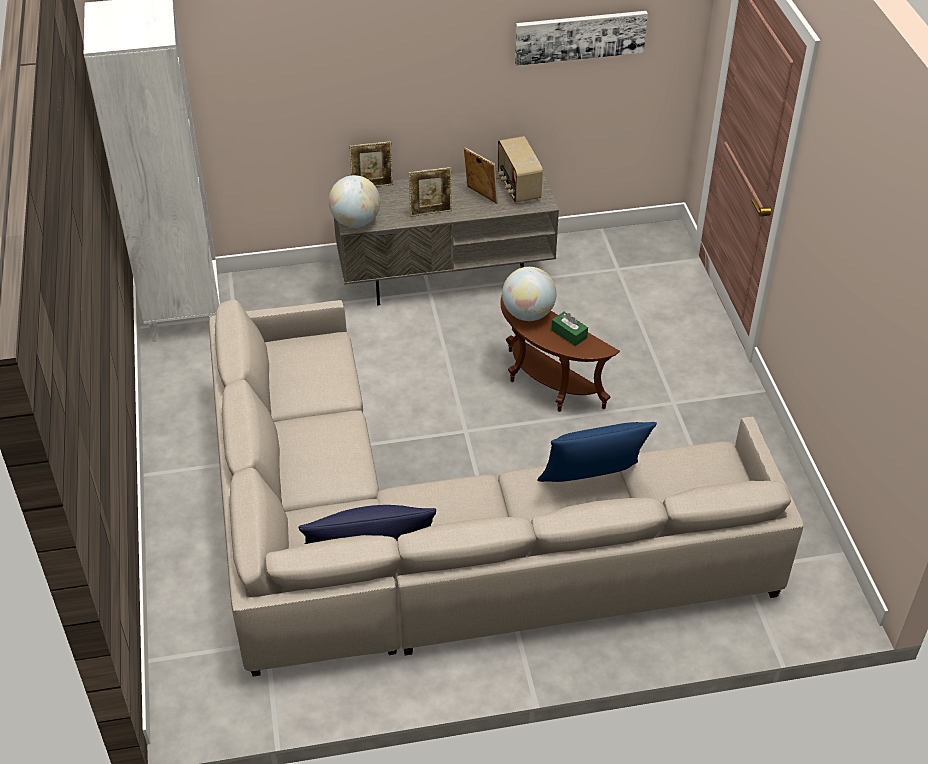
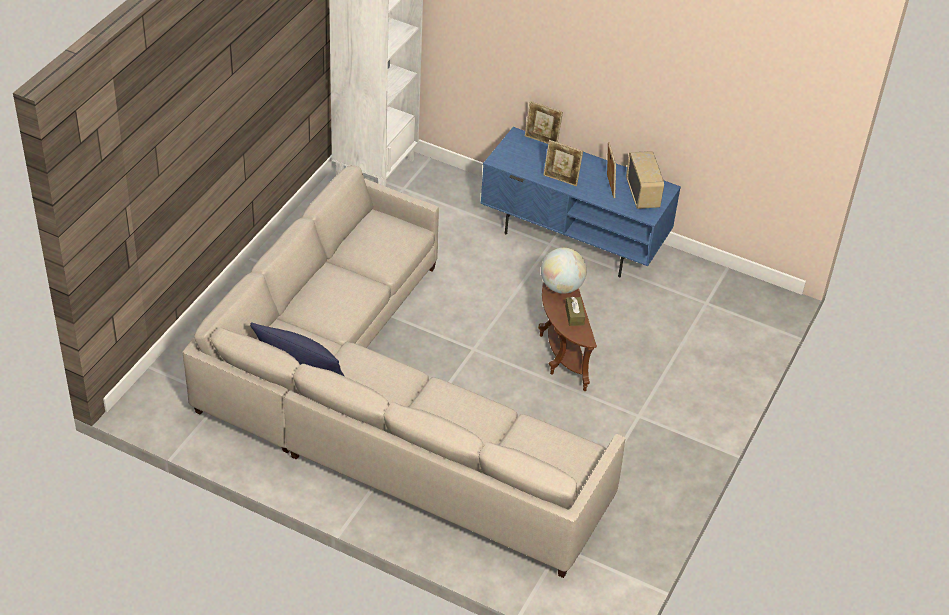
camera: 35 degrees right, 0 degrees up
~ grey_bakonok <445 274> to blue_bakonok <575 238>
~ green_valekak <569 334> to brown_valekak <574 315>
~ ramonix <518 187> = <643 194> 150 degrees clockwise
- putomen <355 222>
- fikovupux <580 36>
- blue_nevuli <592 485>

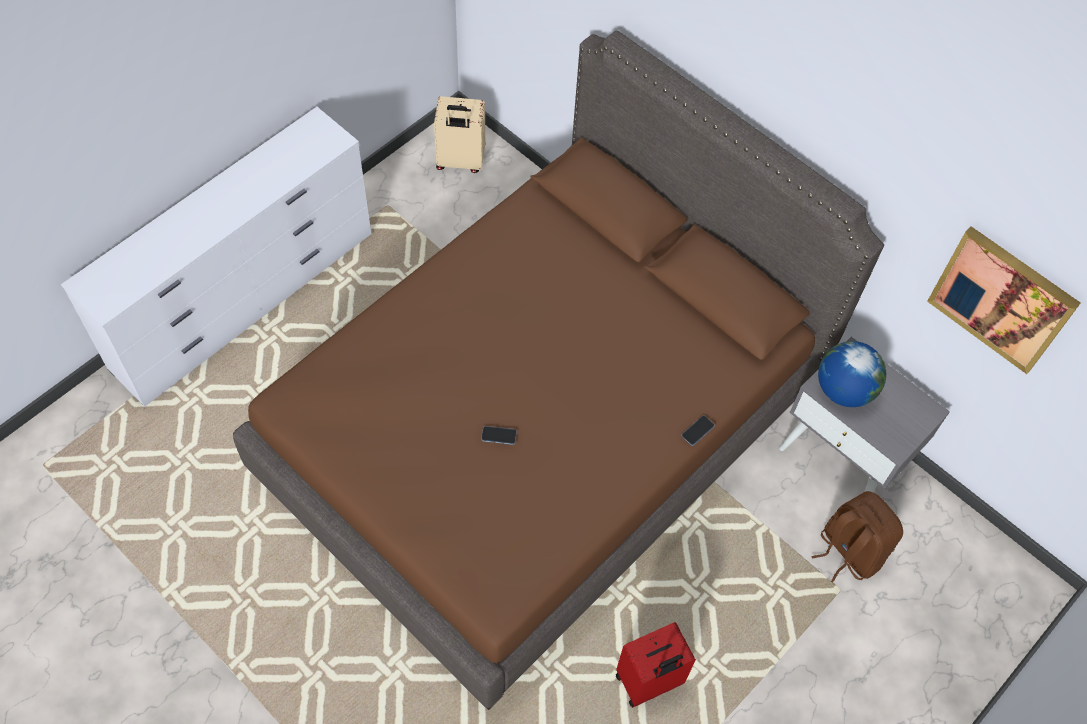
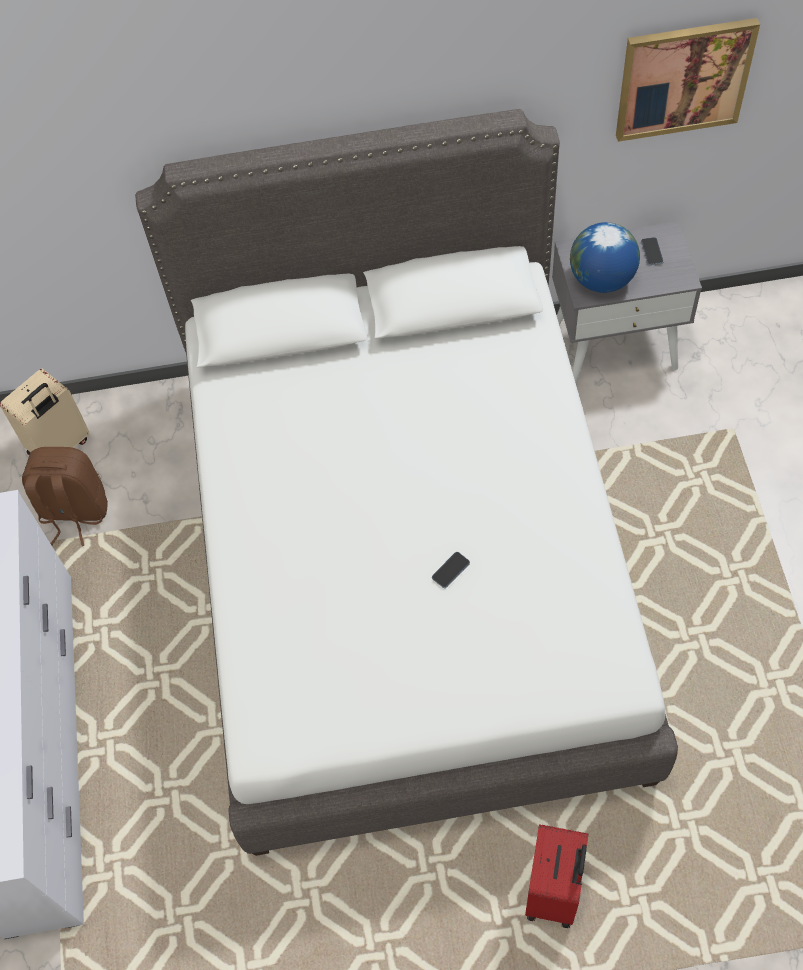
camera: 45 degrees left, 0 degrees up
~ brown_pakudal <848 551> to <74 512>
~ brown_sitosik <539 431> to white_sitosik <408 564>
~ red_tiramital <649 682> to <555 891>
~ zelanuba <697 431> to <651 252>

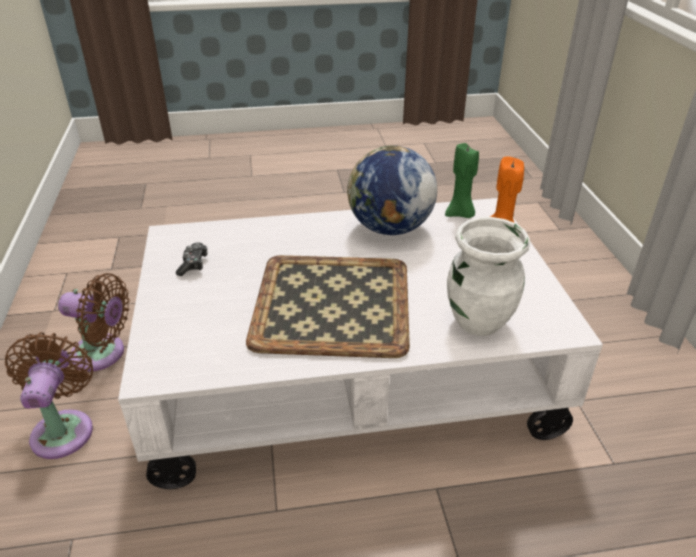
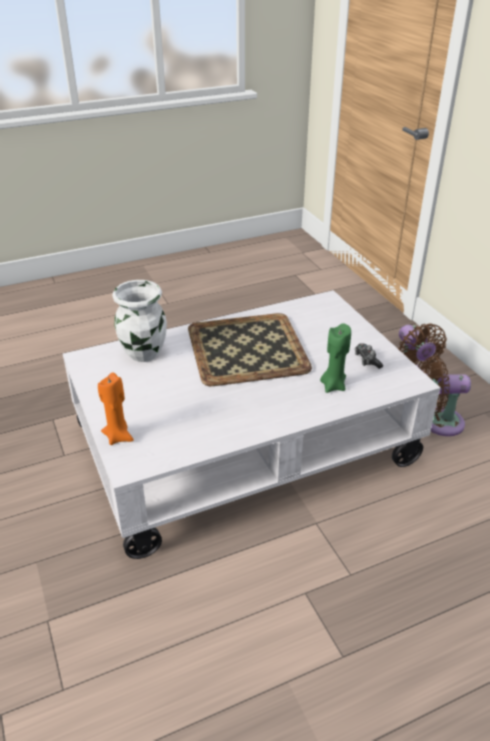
camera: 165 degrees right, 0 degrees up
~ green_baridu <460 214> to <333 386>
- putomen <389 228>

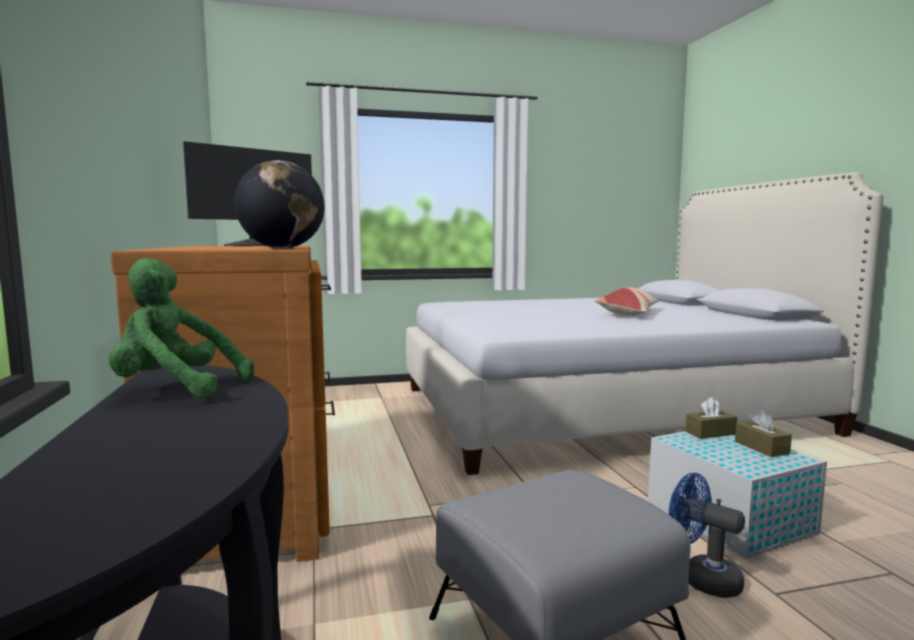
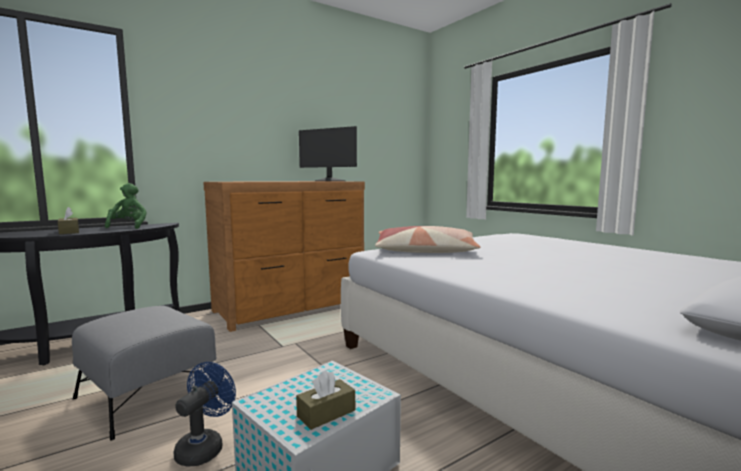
camera: 70 degrees right, 0 degrees up
~ brown_valekak <710 433> to <69 232>
~ nevuli <628 313> to <426 251>
- putomen <282 248>

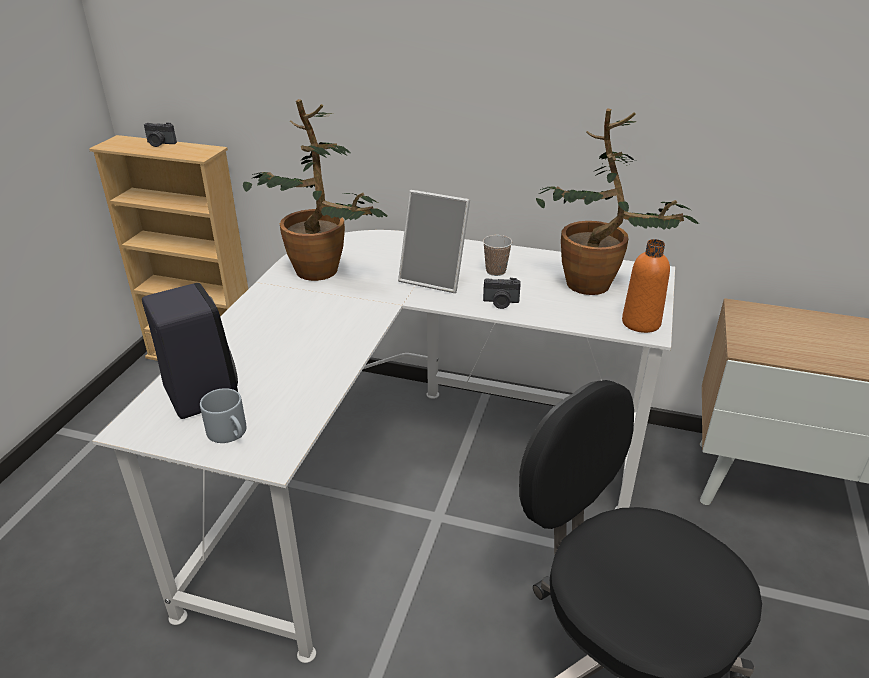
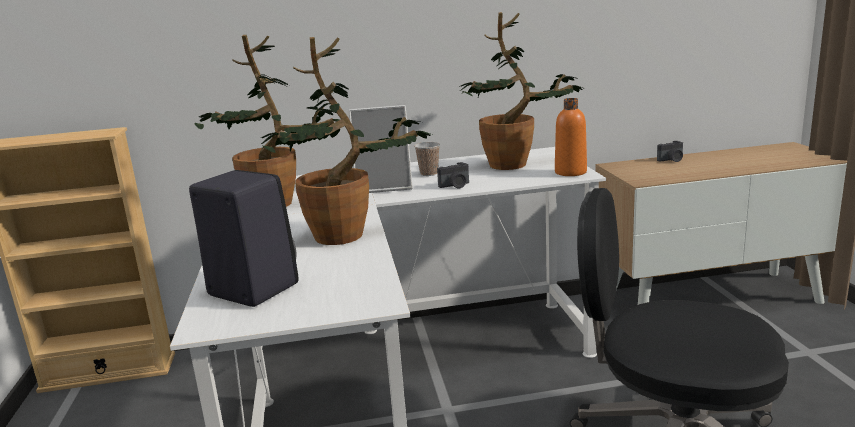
camera: 25 degrees left, 15 degrees down
+ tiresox <352 235>
~ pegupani <160 144> to <672 160>
- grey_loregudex <231 433>

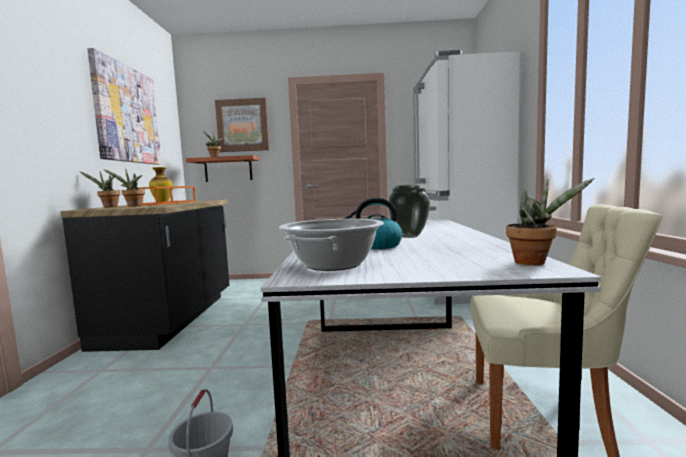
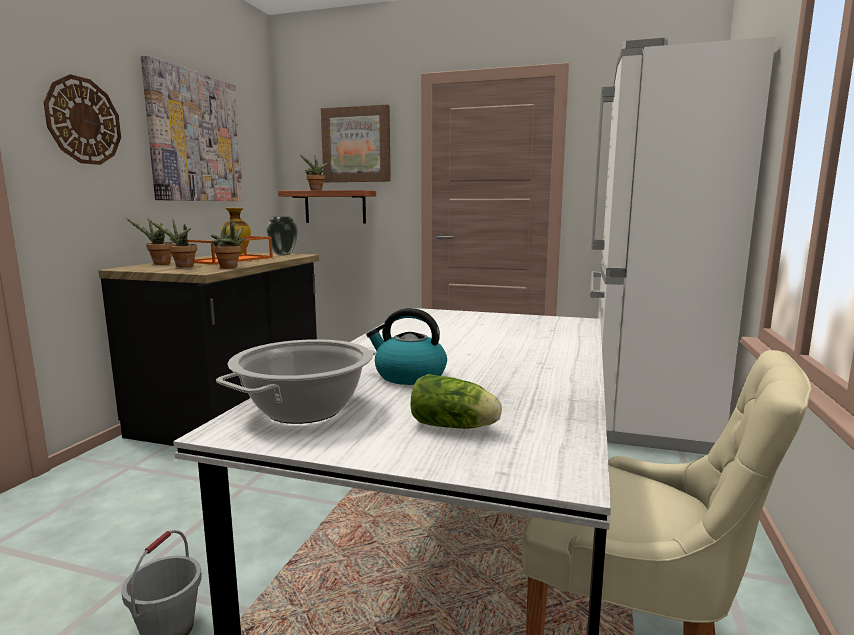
camera: 15 degrees right, 5 degrees up
+ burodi <83 121>
~ tiresox <534 262> to <230 267>
~ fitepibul <409 236> to <283 254>
+ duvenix <455 427>

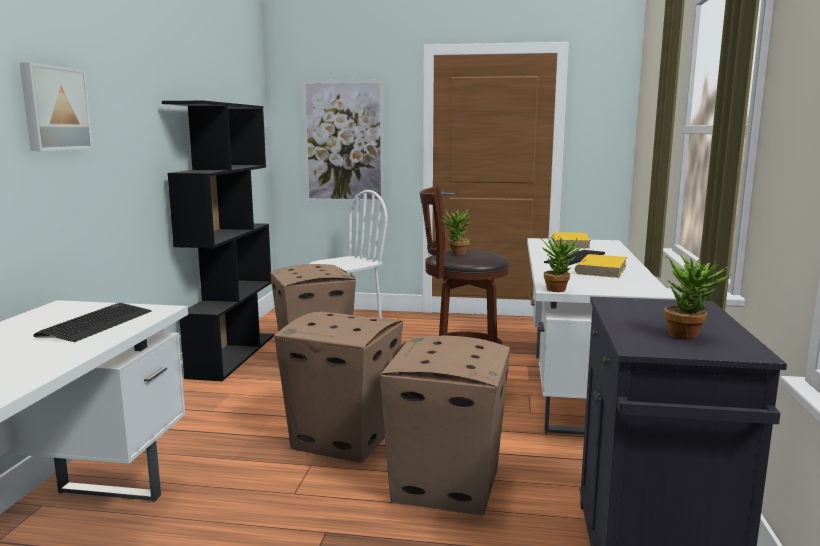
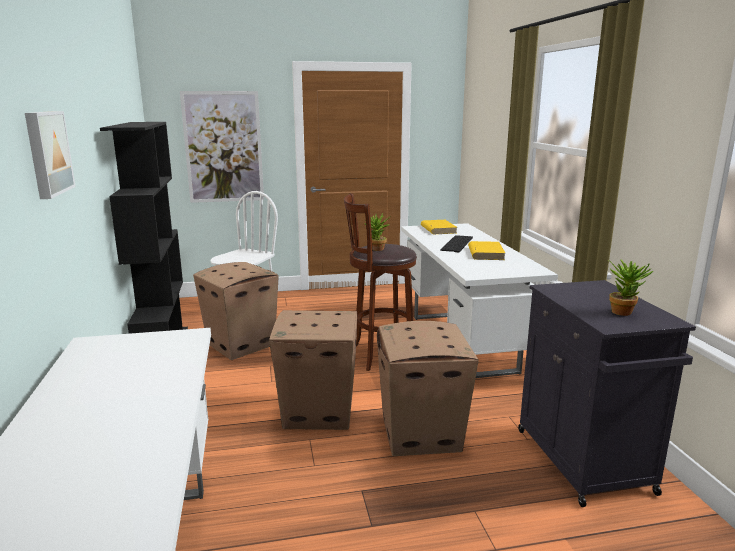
camera: 20 degrees left, 5 degrees up
- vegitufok <96 324>
- tiresox <558 289>

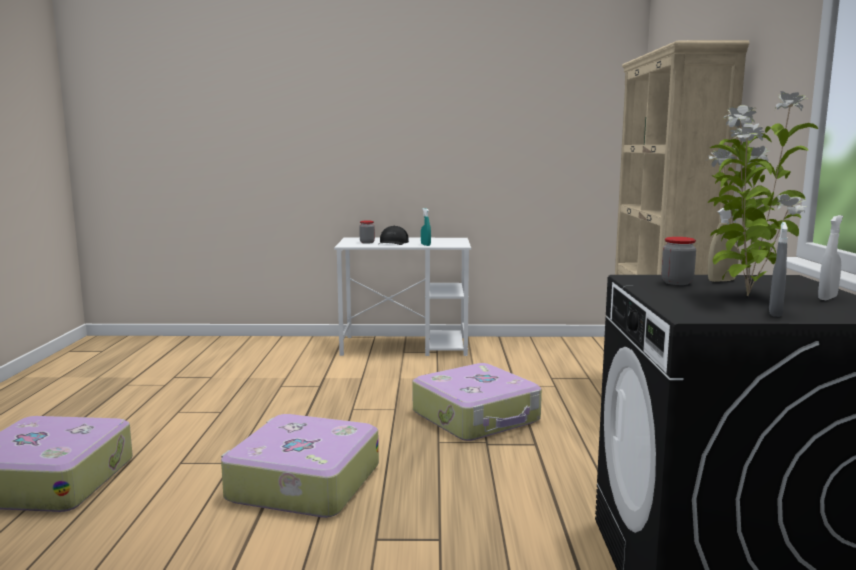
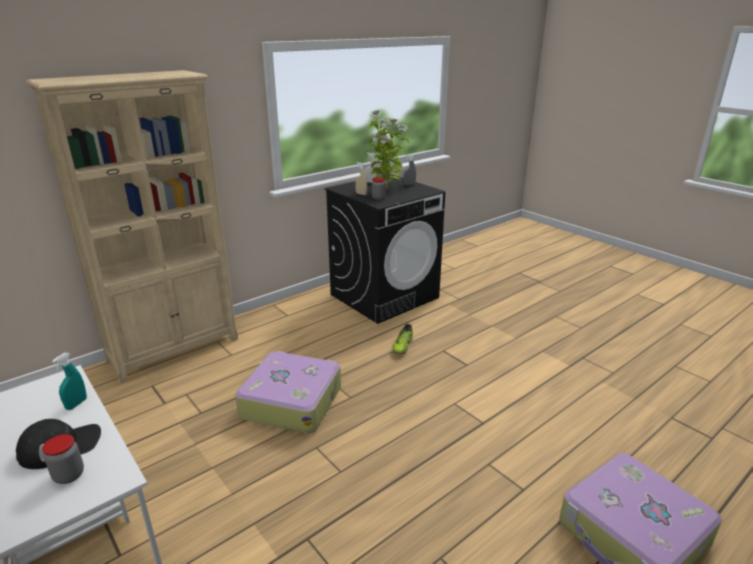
camera: 130 degrees left, 15 degrees up
+ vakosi <402 346>
- tiramital <302 483>

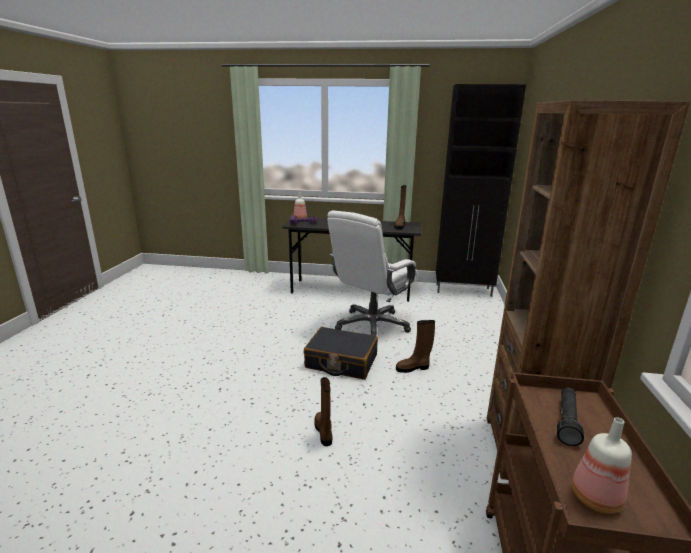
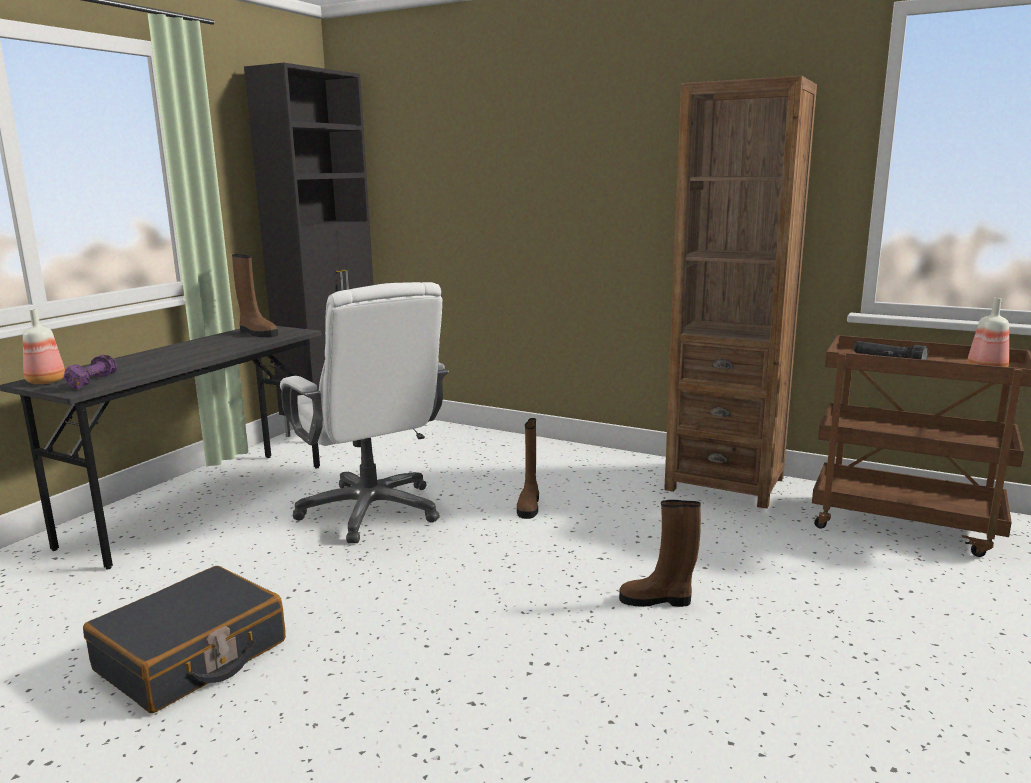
camera: 70 degrees left, 5 degrees down
~ black_tiramital <341 362> to <192 657>

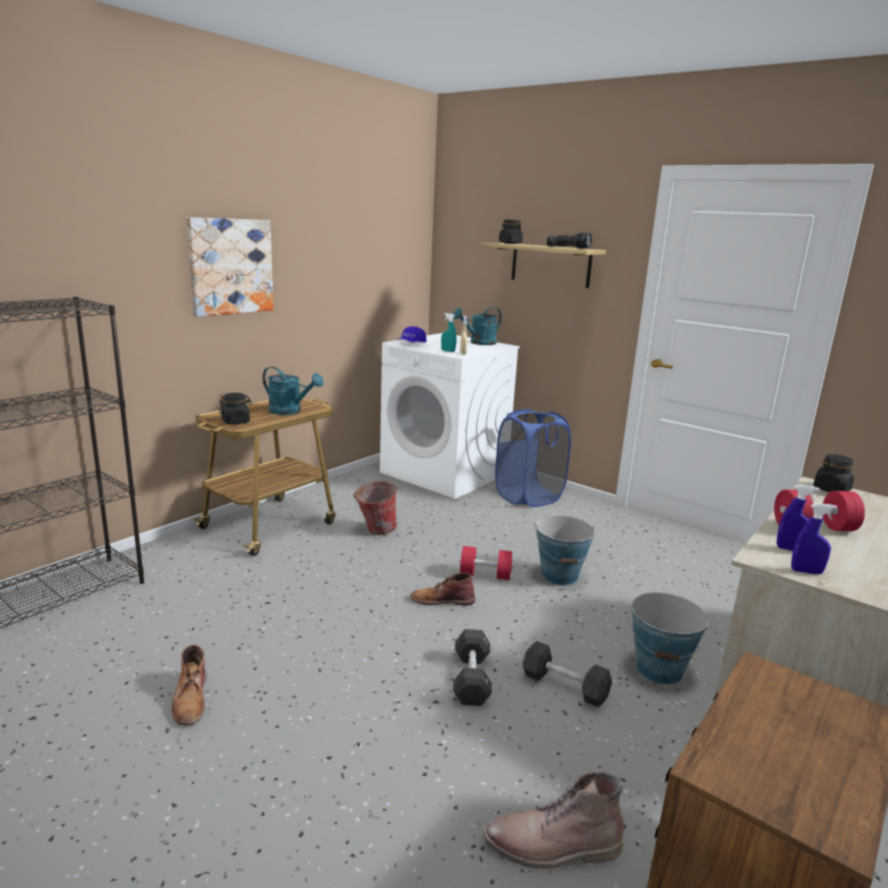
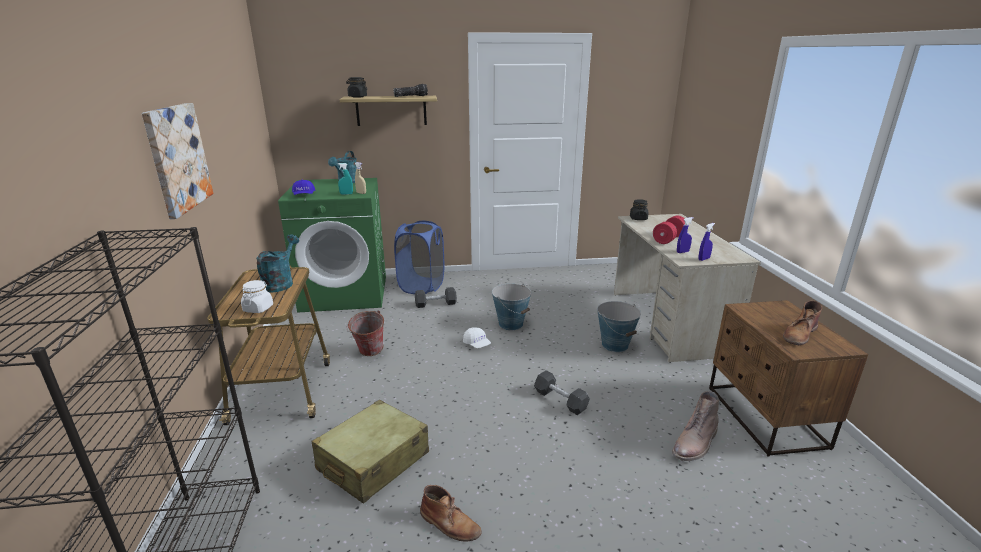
camera: 45 degrees left, 5 degrees up
~ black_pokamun <236 422> to white_pokamun <258 308>
~ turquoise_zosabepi <290 411> = <280 283> 60 degrees counterclockwise
~ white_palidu <445 473> to green_palidu <345 293>
+ beige_tiramital <373 462>
~ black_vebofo <564 686> to <436 304>
~ red_vebofo <485 575> to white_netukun <477 344>
~ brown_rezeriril <441 600> to <799 334>

